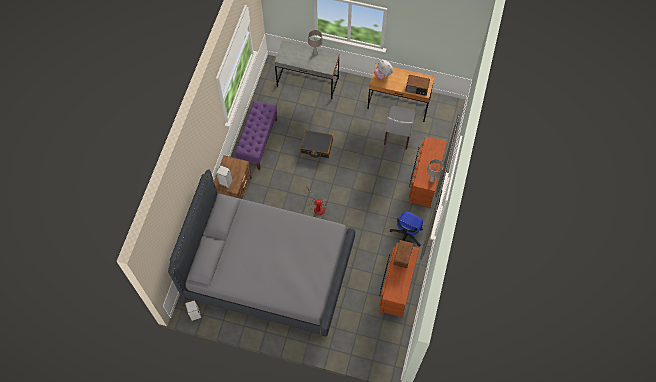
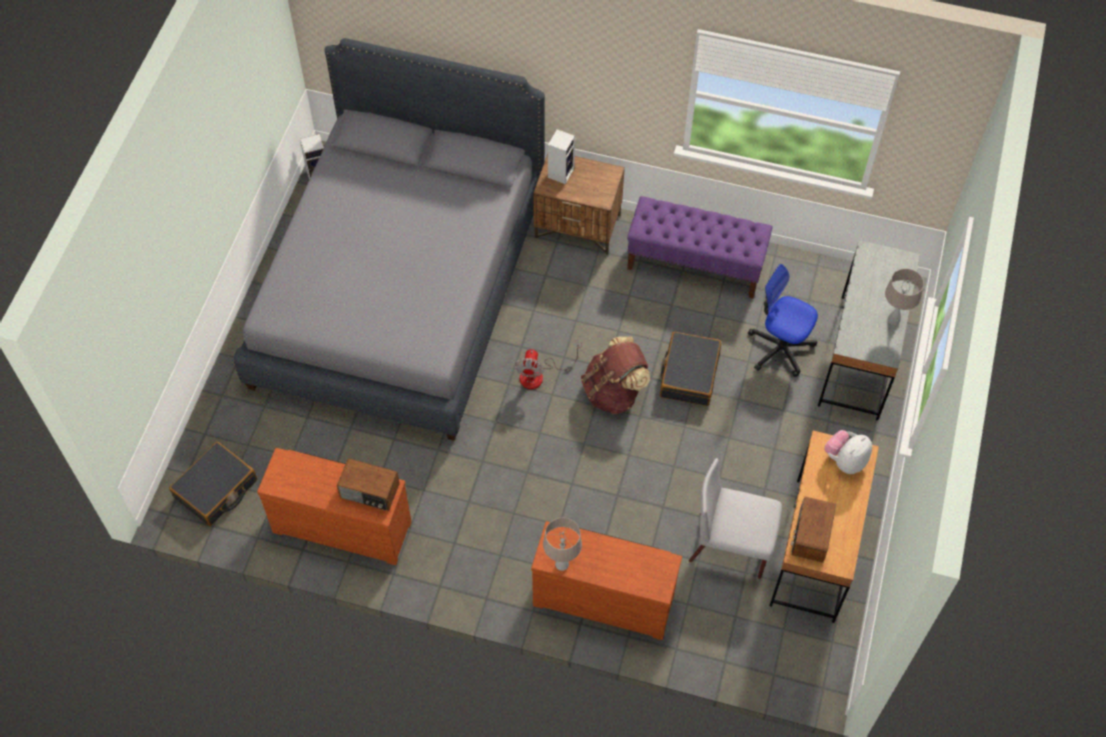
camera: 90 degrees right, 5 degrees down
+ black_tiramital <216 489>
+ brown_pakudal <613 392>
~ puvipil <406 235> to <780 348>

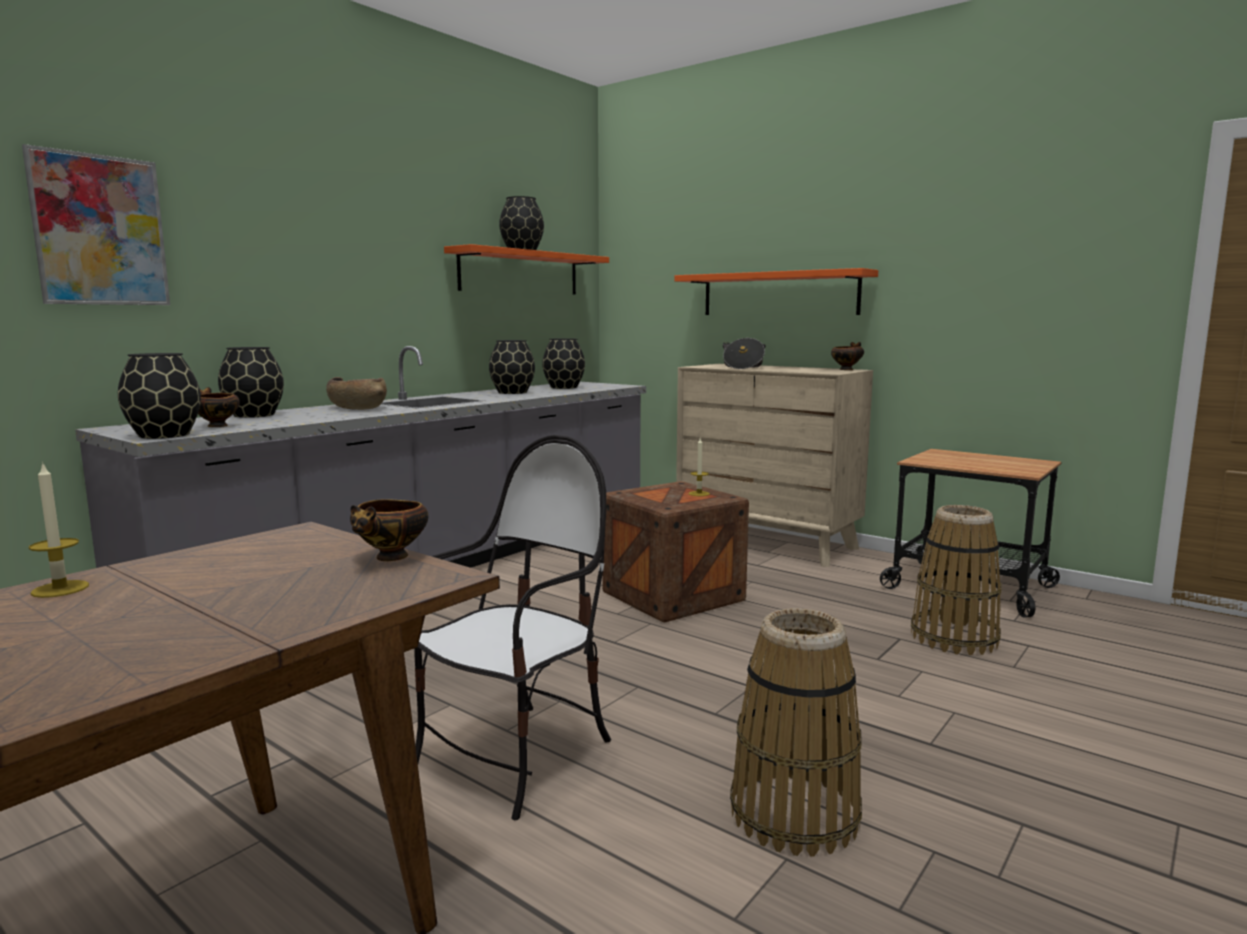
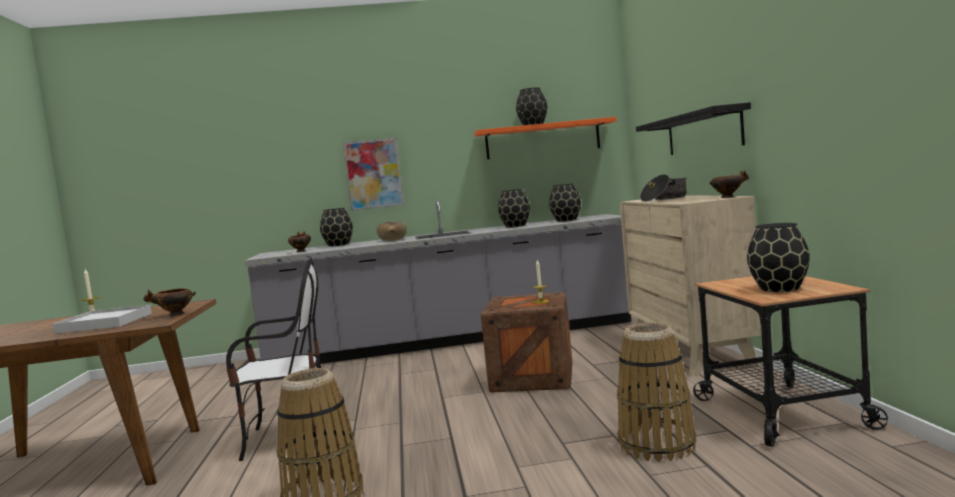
camera: 45 degrees right, 5 degrees down
+ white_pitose <105 323>
~ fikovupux <100 230> to <373 174>
~ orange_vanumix <778 294> to black_vanumix <702 132>
~ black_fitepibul <165 435> to <780 288>

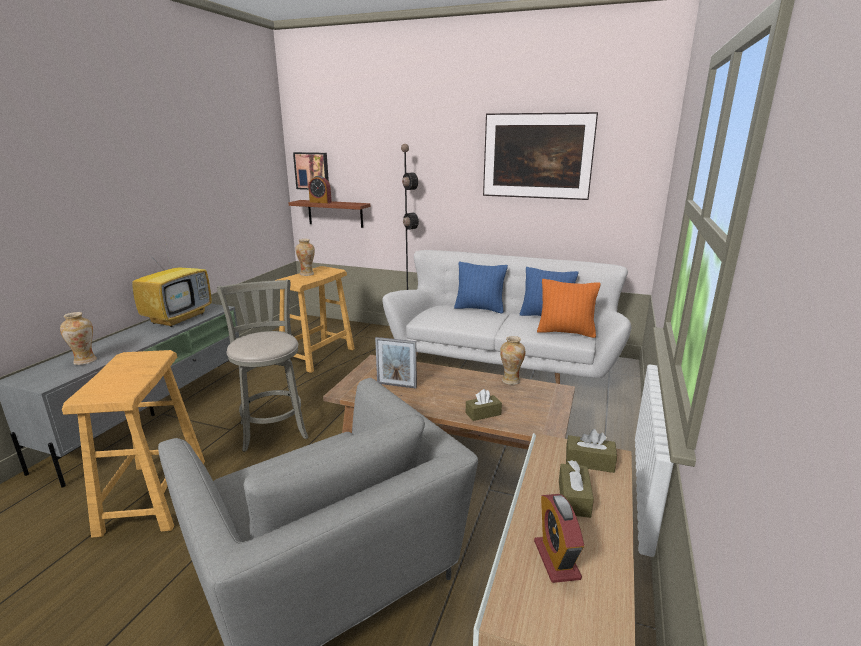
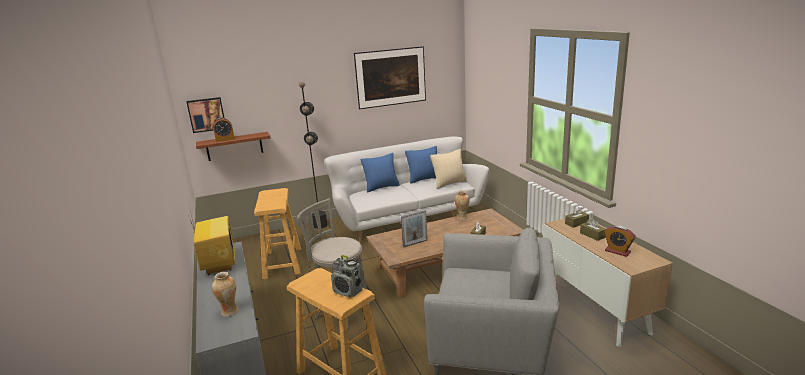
camera: 40 degrees left, 0 degrees up
+ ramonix <348 291>
~ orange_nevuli <566 332> to beige_nevuli <449 184>
- fitepibul <307 274>

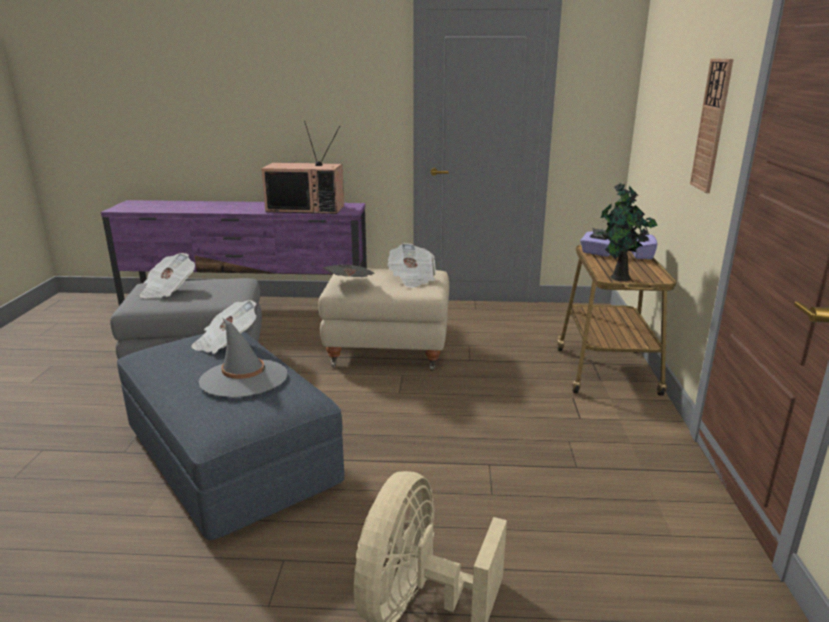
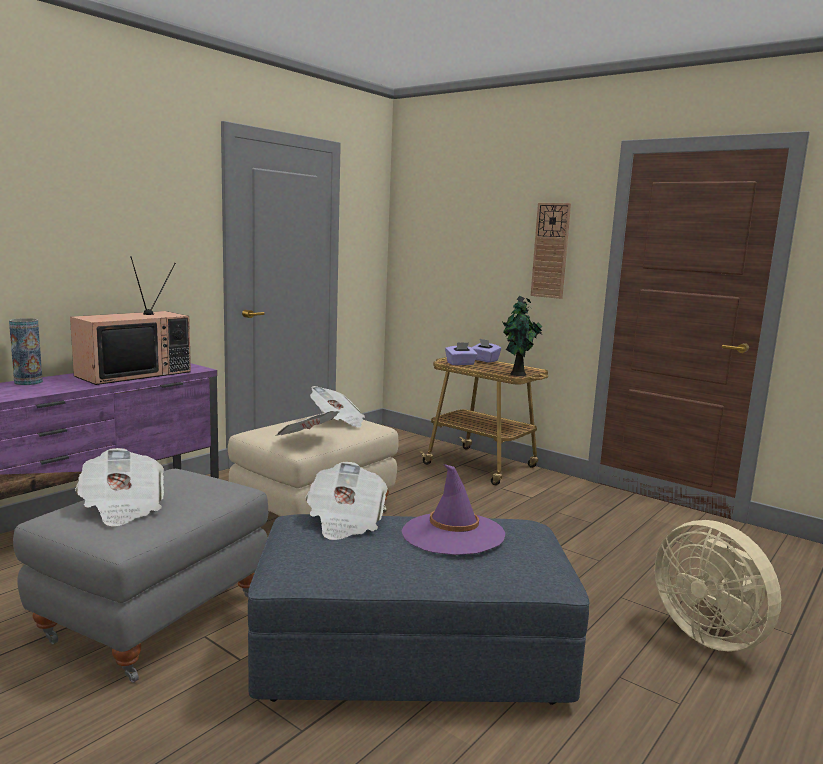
camera: 55 degrees left, 10 degrees down
+ fitepibul <28 382>
~ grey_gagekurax <244 378> to purple_gagekurax <453 534>

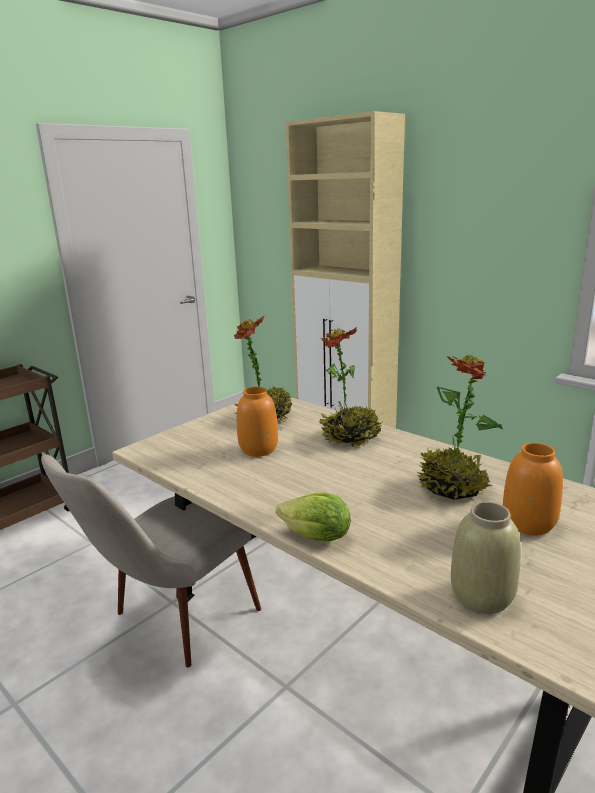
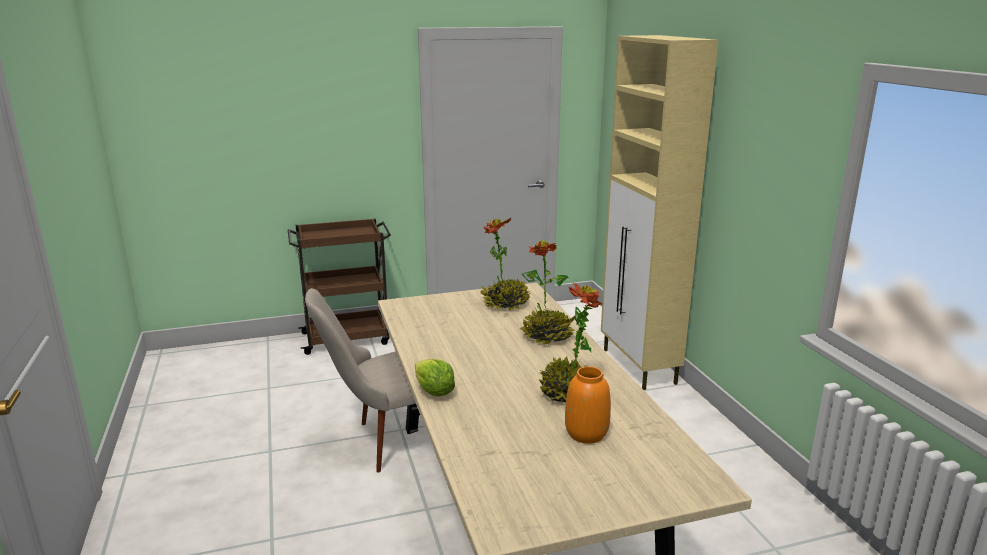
camera: 30 degrees right, 0 degrees up
- orange_fitepibul <258 449>
- beige_fitepibul <482 597>

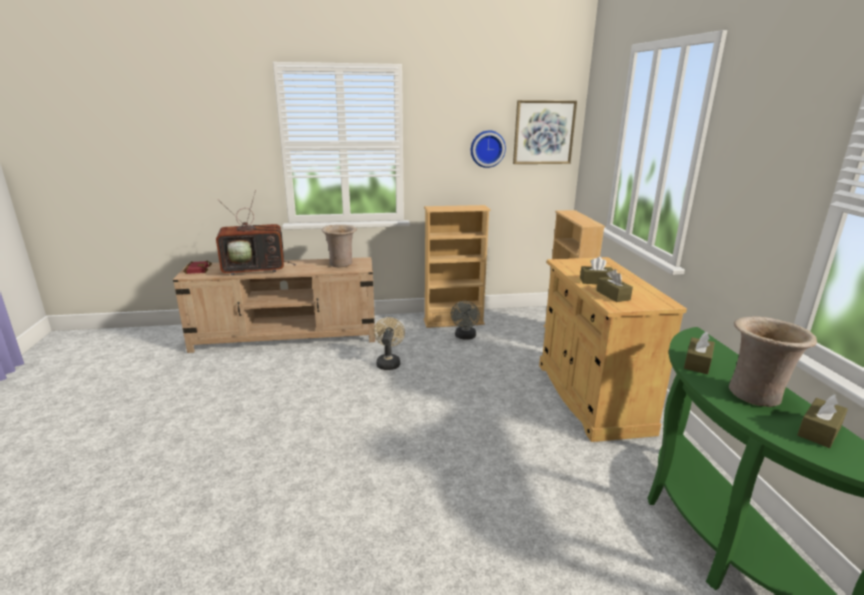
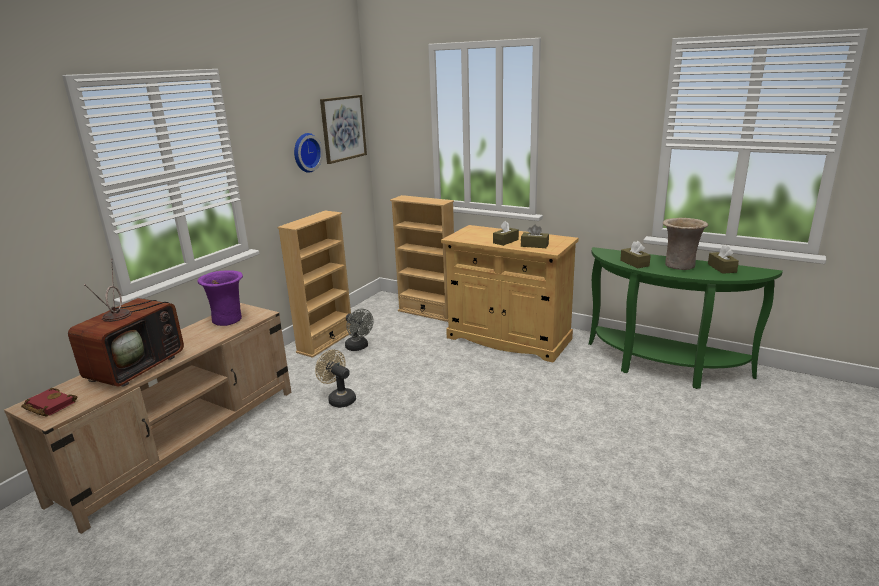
camera: 50 degrees left, 0 degrees up
~ beige_fitepibul <341 264> to purple_fitepibul <228 320>

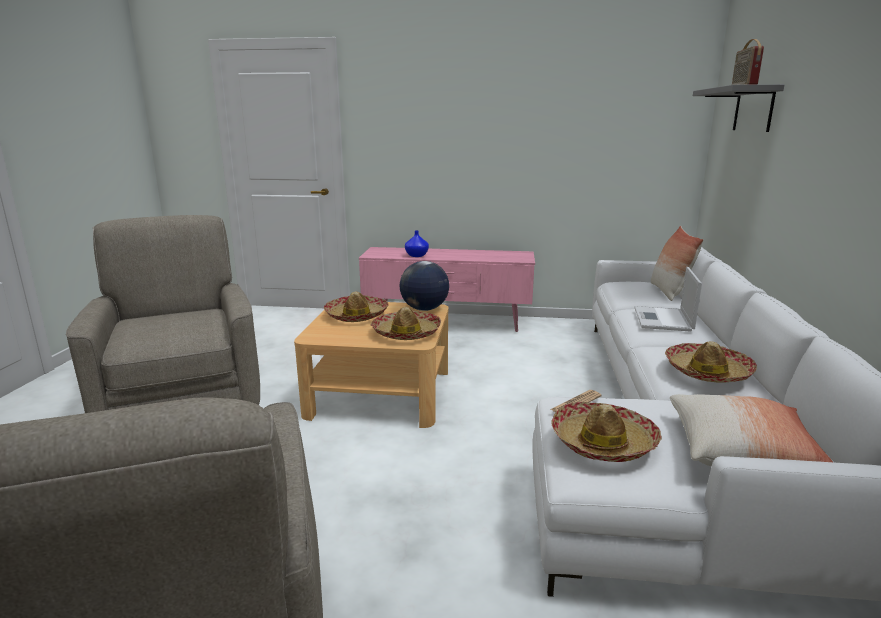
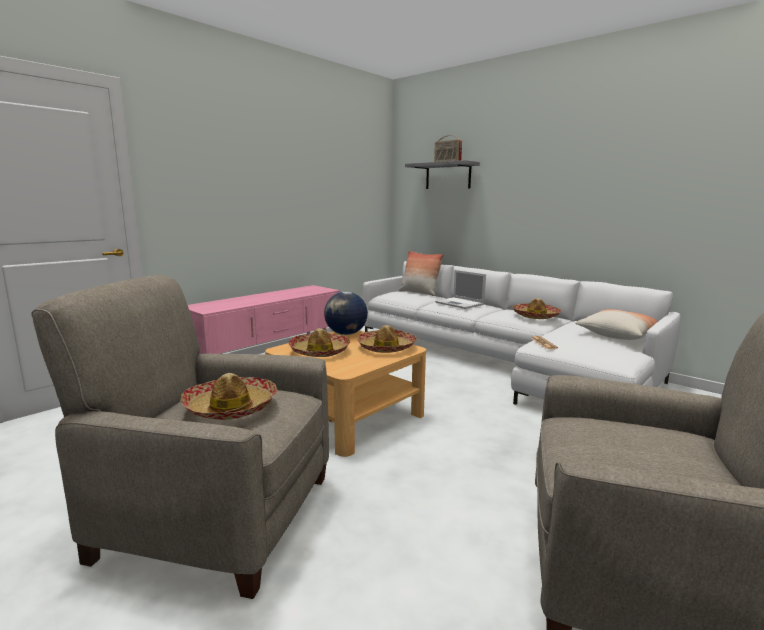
camera: 55 degrees left, 5 degrees down
~ gagekurax <603 442> to <231 407>
- blue_fitepibul <416 255>

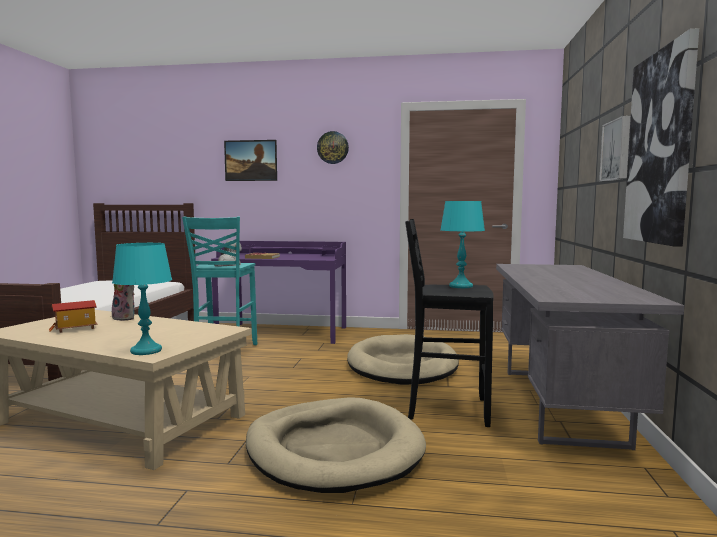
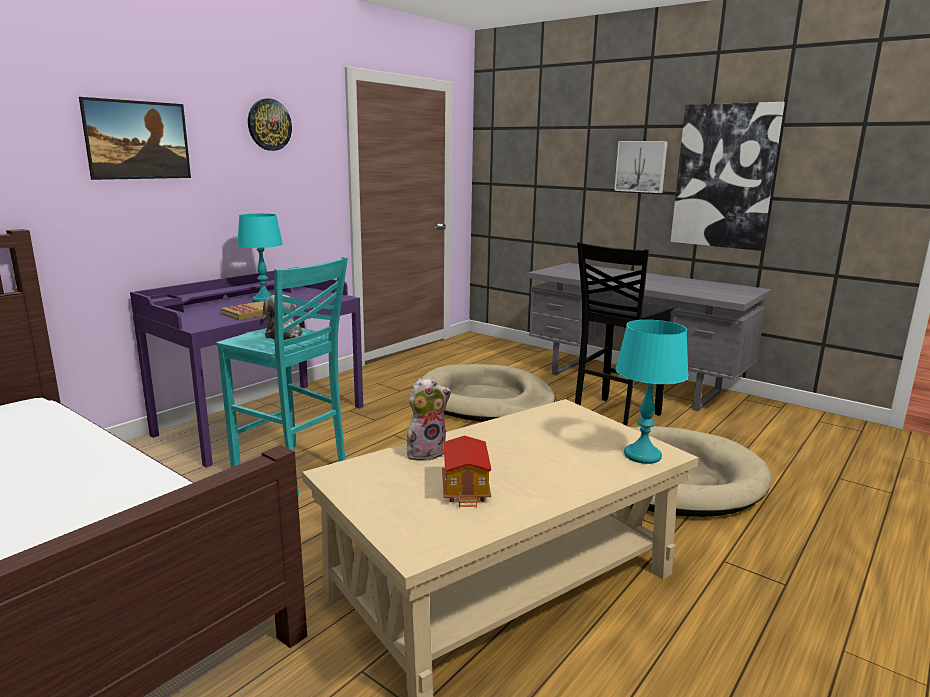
camera: 60 degrees left, 10 degrees up
~ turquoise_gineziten <460 286> to <264 300>

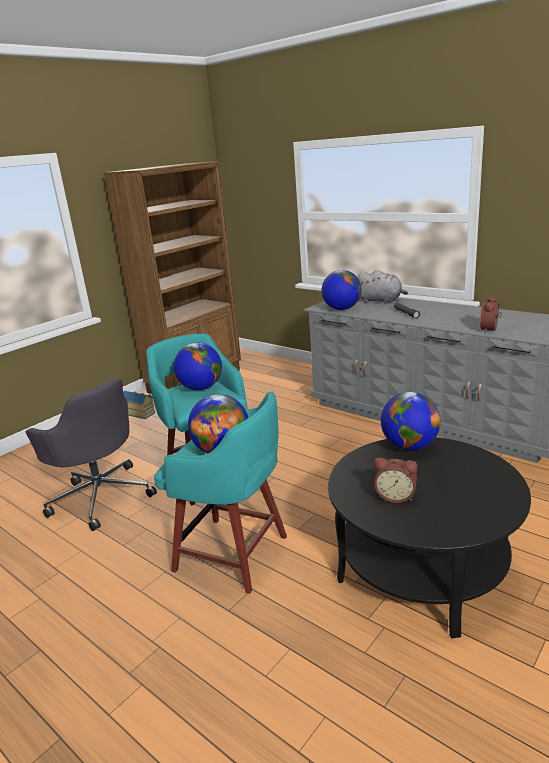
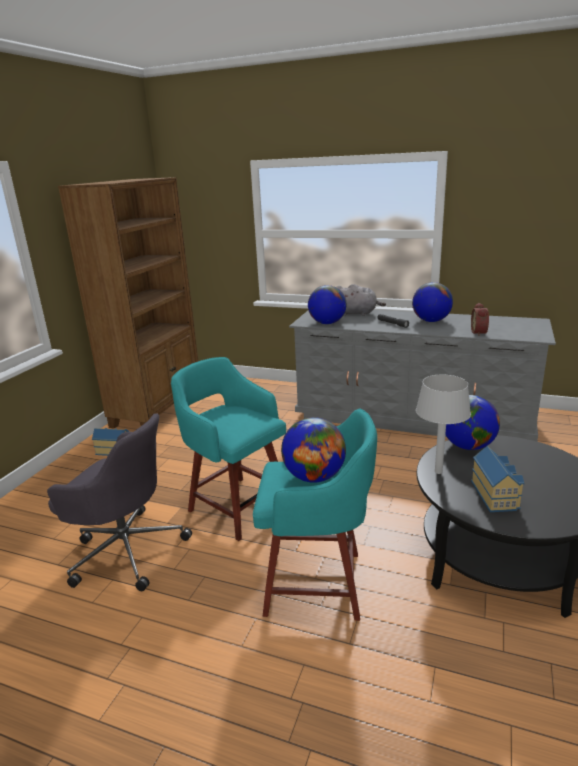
camera: 20 degrees left, 0 degrees up
~ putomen <201 388> to <431 321>
+ grey_gineziten <438 472>
~ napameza <395 496> to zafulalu <496 494>

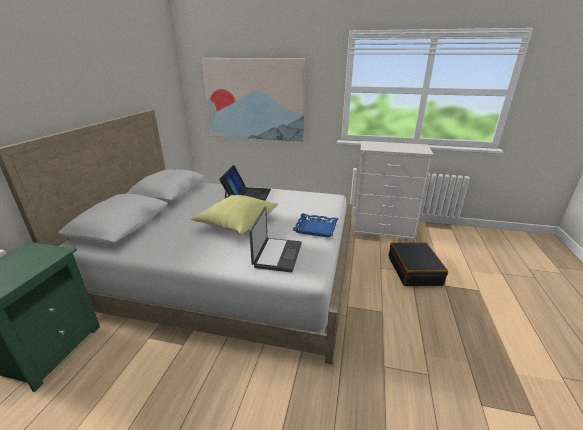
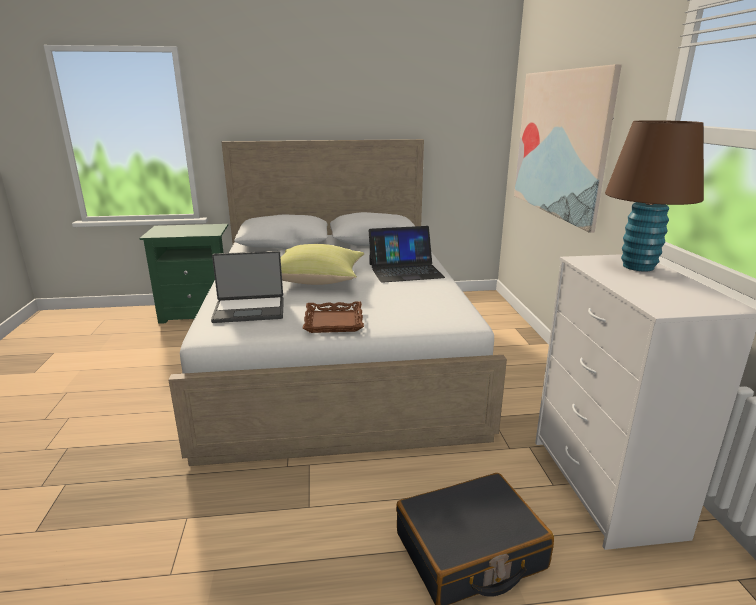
camera: 70 degrees right, 5 degrees down
~ blue_pitose <316 228> to brown_pitose <334 322>
+ brown_gineziten <638 267>

